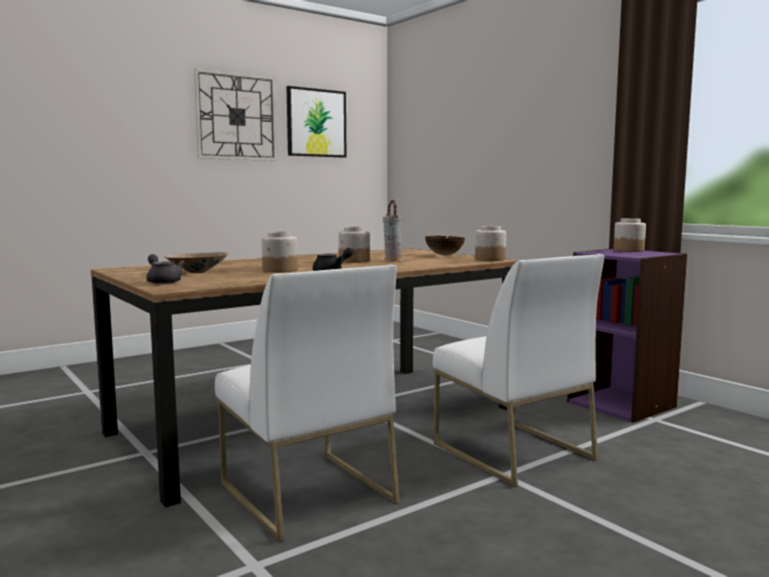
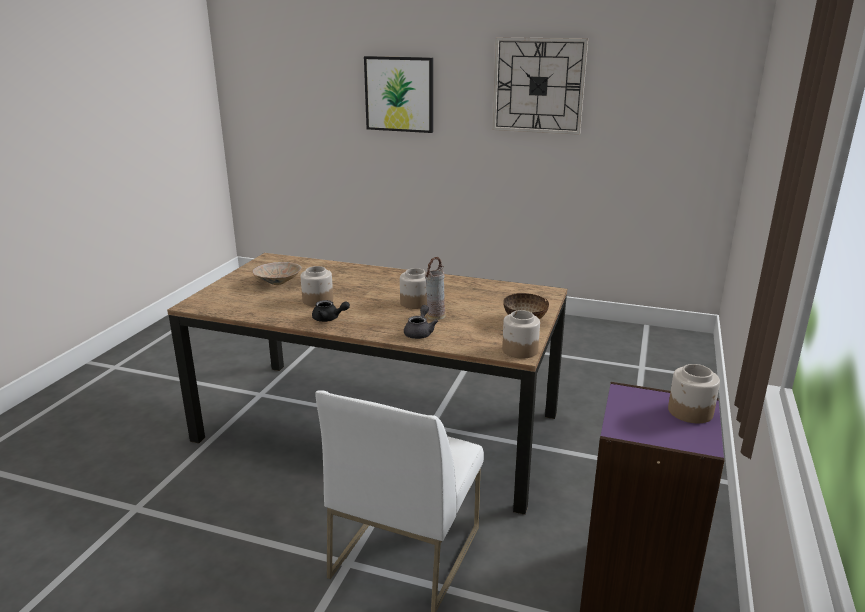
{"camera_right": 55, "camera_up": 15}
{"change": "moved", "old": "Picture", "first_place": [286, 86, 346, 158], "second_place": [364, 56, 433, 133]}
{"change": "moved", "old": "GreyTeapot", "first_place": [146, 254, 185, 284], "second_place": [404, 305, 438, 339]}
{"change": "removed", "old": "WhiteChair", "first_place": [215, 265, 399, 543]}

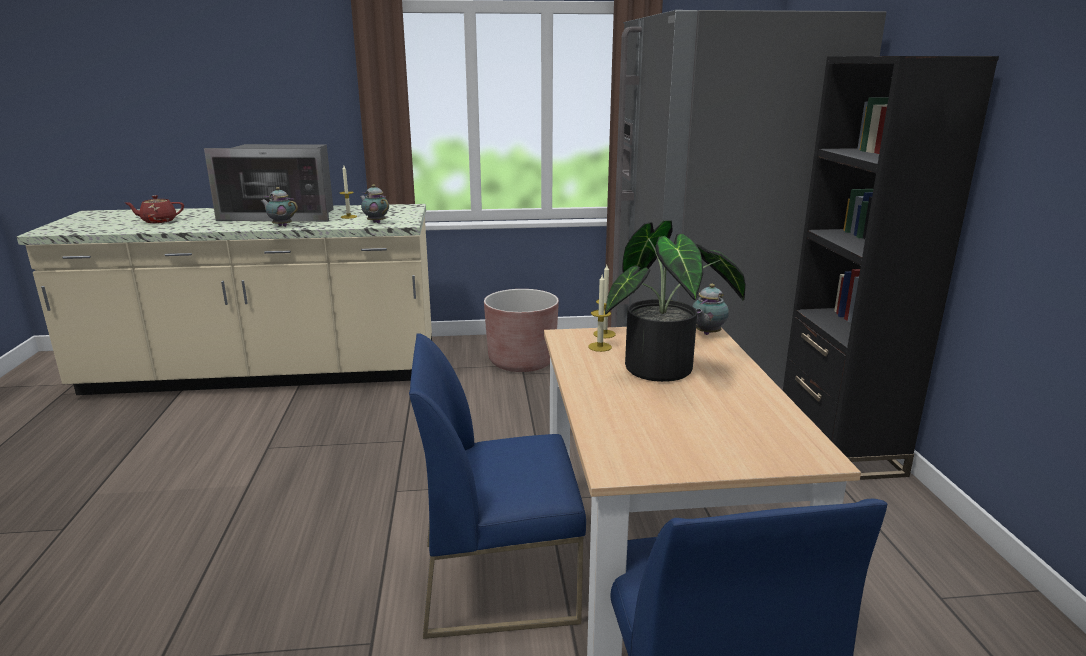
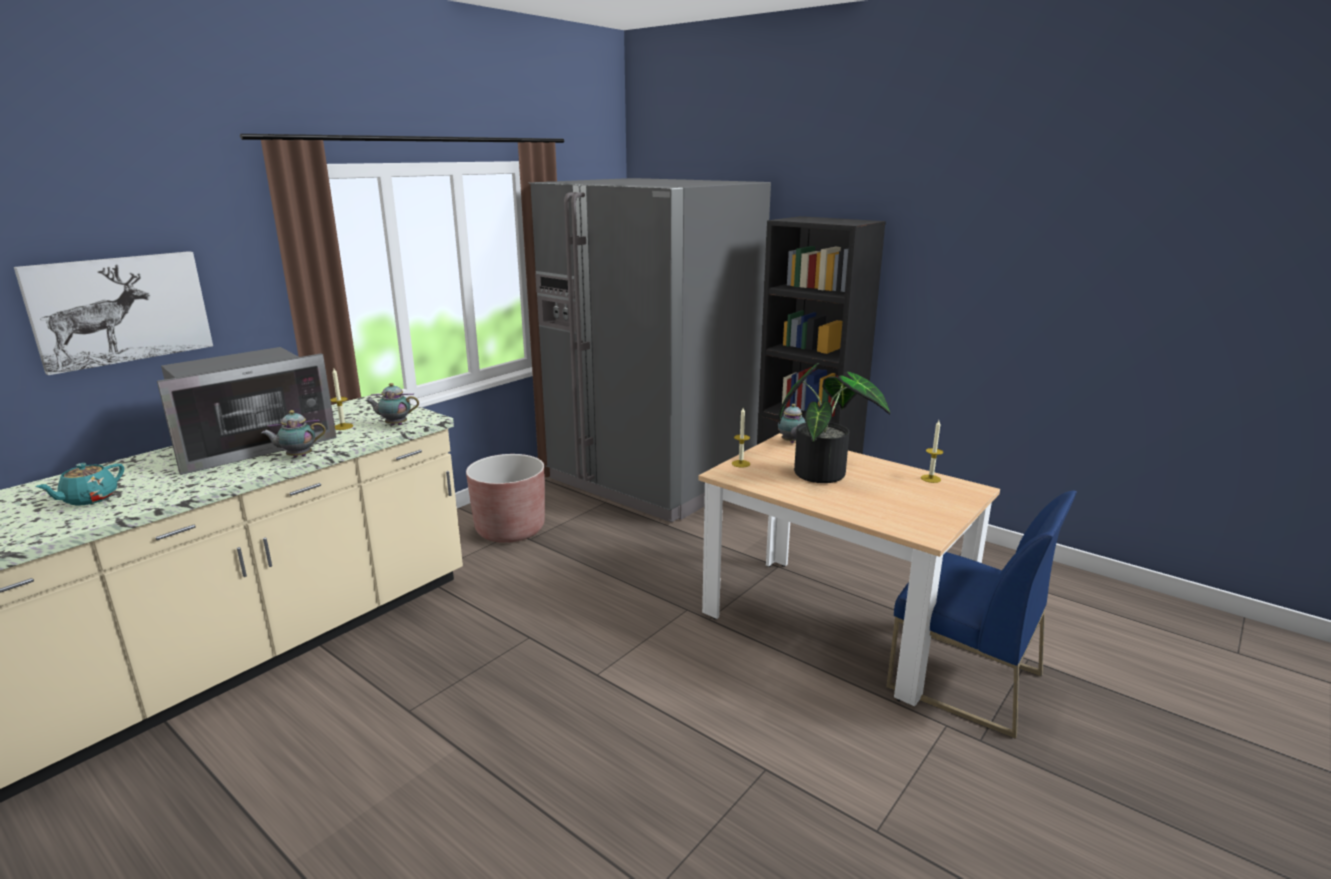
{"camera_right": -45, "camera_up": 0}
{"change": "recoloured", "old": "RedTeapot", "new": "TurquoiseTeapot", "first_place": [125, 195, 184, 223], "second_place": [35, 463, 124, 506]}
{"change": "moved", "old": "Candle", "first_place": [588, 275, 612, 352], "second_place": [921, 420, 943, 483]}
{"change": "removed", "old": "BlueChair", "first_place": [409, 333, 586, 639]}
{"change": "added", "new": "Picture", "second_place": [14, 251, 213, 375]}

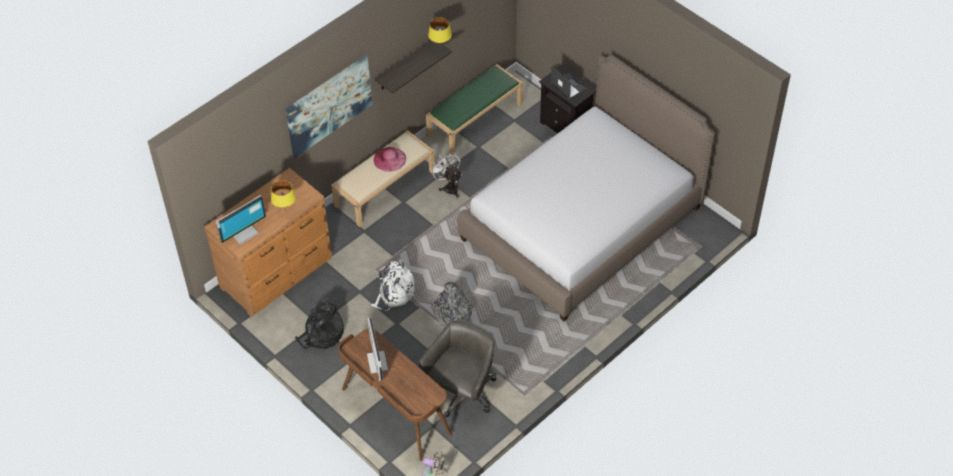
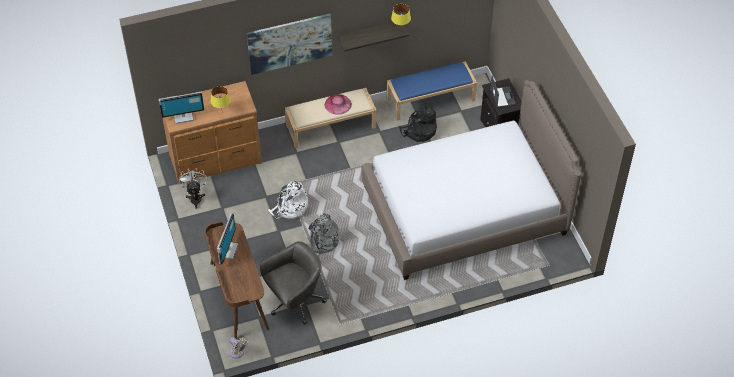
{"camera_right": 25, "camera_up": 0}
{"change": "recoloured", "old": "GreenBench", "new": "BlueBench", "first_place": [426, 64, 523, 155], "second_place": [387, 61, 477, 121]}
{"change": "moved", "old": "WhiteFan", "first_place": [430, 151, 462, 198], "second_place": [179, 168, 207, 209]}
{"change": "moved", "old": "BlackBackpack", "first_place": [295, 302, 344, 349], "second_place": [399, 106, 437, 142]}

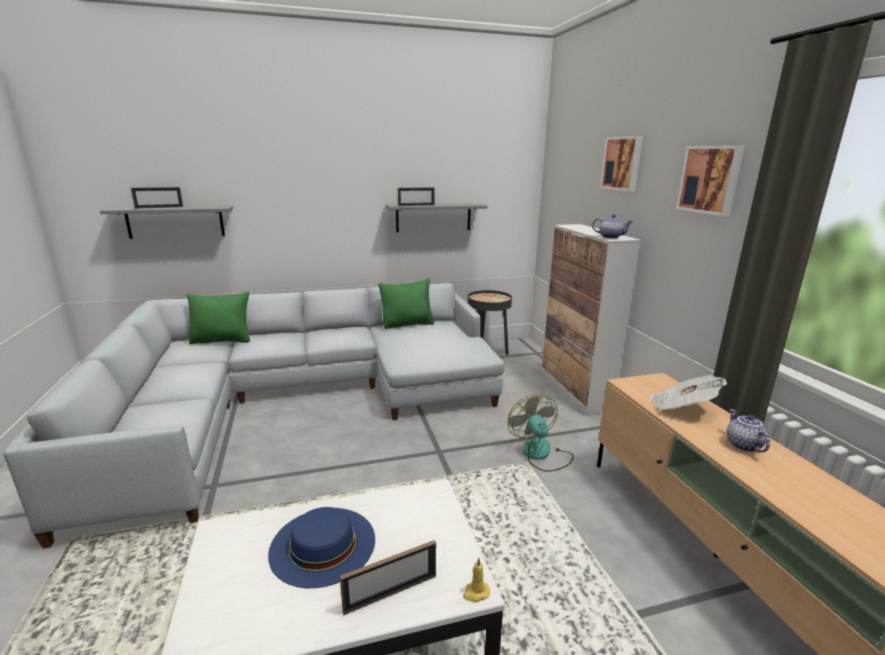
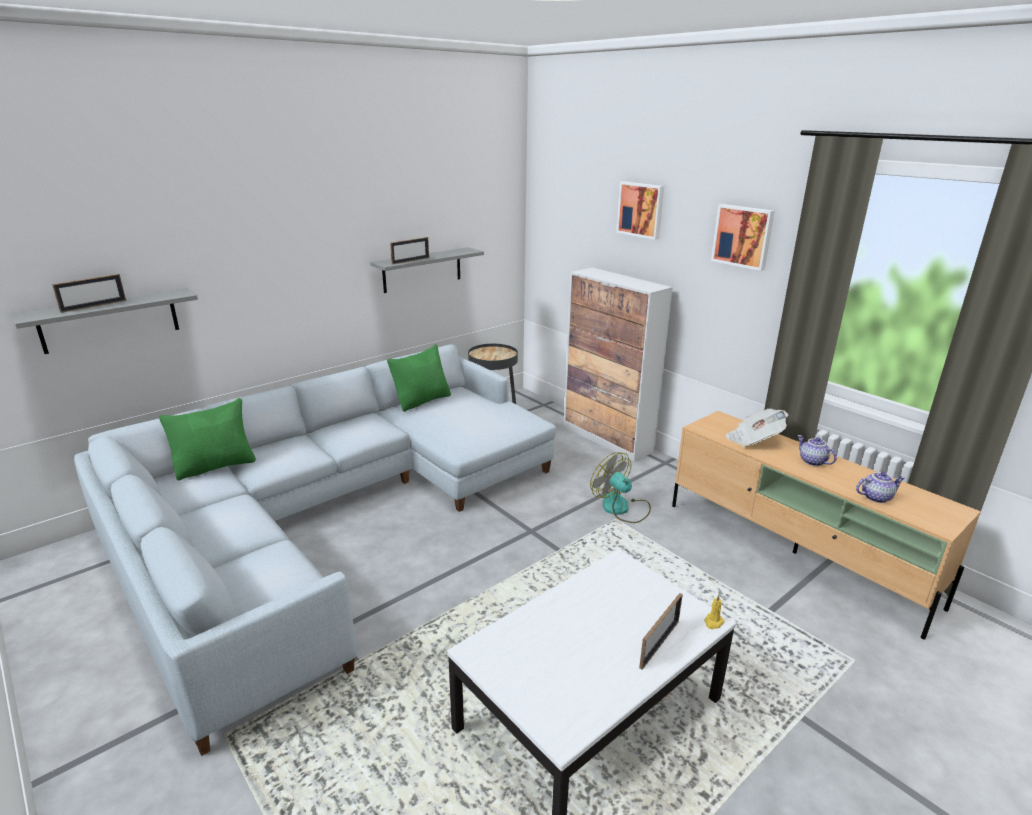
{"camera_right": -25, "camera_up": 5}
{"change": "moved", "old": "Teapot", "first_place": [592, 214, 633, 238], "second_place": [856, 472, 905, 503]}
{"change": "removed", "old": "BlueHat", "first_place": [268, 507, 375, 588]}

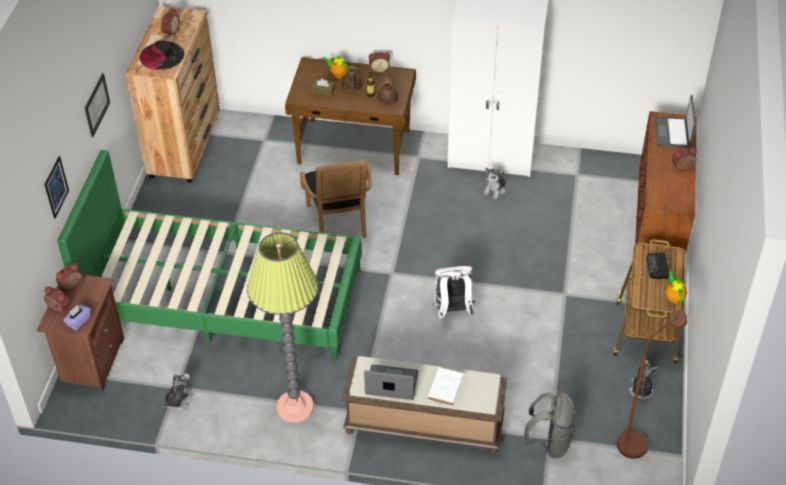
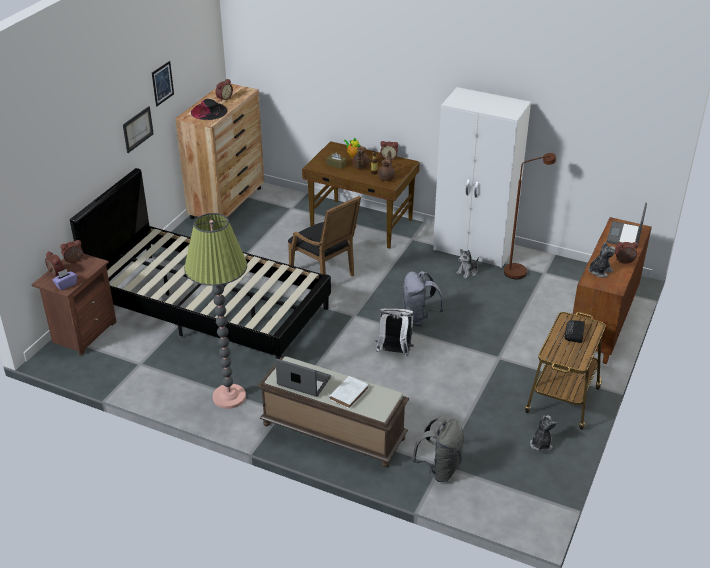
{"camera_right": 15, "camera_up": -10}
{"change": "recoloured", "old": "GreenBed", "new": "BlackBed", "first_place": [57, 150, 362, 359], "second_place": [70, 168, 331, 359]}
{"change": "moved", "old": "Picture", "first_place": [44, 156, 69, 219], "second_place": [152, 61, 174, 107]}
{"change": "turned", "old": "BlackArmchair", "first_place": [300, 160, 372, 238], "second_place": [288, 196, 361, 277], "degrees": -45}
{"change": "removed", "old": "Teapot", "first_place": [665, 272, 687, 304]}
{"change": "moved", "old": "BrownFloorLamp", "first_place": [617, 310, 687, 459], "second_place": [504, 153, 556, 279]}
{"change": "moved", "old": "PlushToy", "first_place": [162, 373, 194, 410], "second_place": [589, 242, 616, 278]}
{"change": "added", "new": "GreyBackpack", "second_place": [402, 271, 444, 326]}

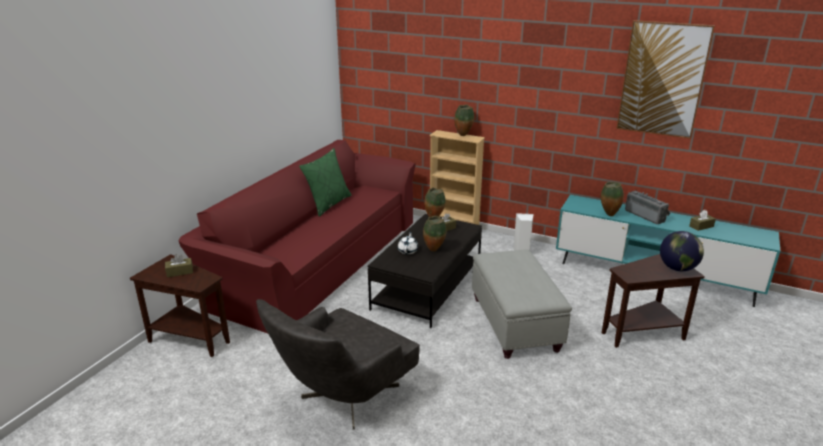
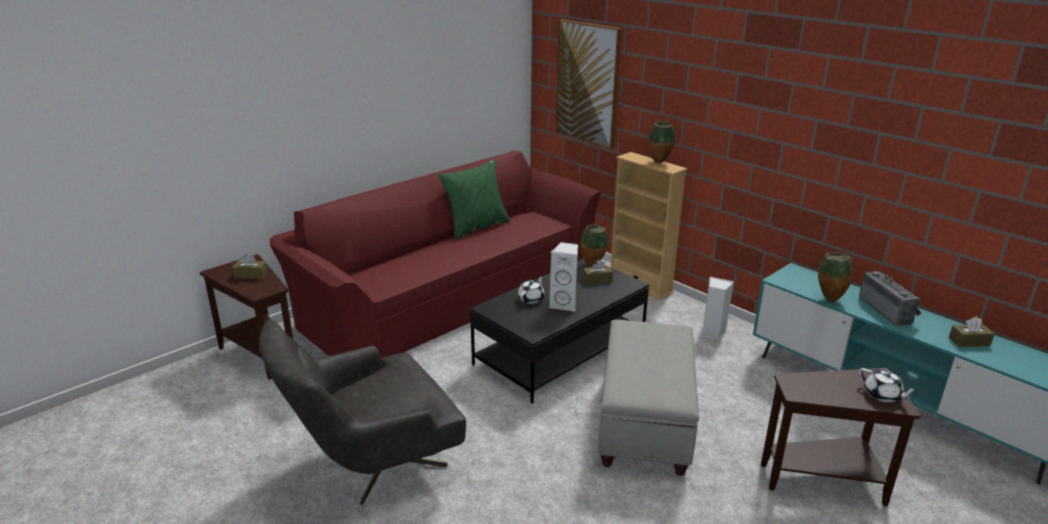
{"camera_right": 20, "camera_up": 0}
{"change": "moved", "old": "Picture", "first_place": [617, 20, 715, 139], "second_place": [556, 19, 622, 149]}
{"change": "replaced", "old": "Vase", "new": "WhiteSpeaker", "first_place": [423, 216, 446, 251], "second_place": [549, 242, 578, 312]}
{"change": "replaced", "old": "Globe", "new": "WhiteTeapot", "first_place": [660, 231, 704, 271], "second_place": [859, 368, 918, 402]}

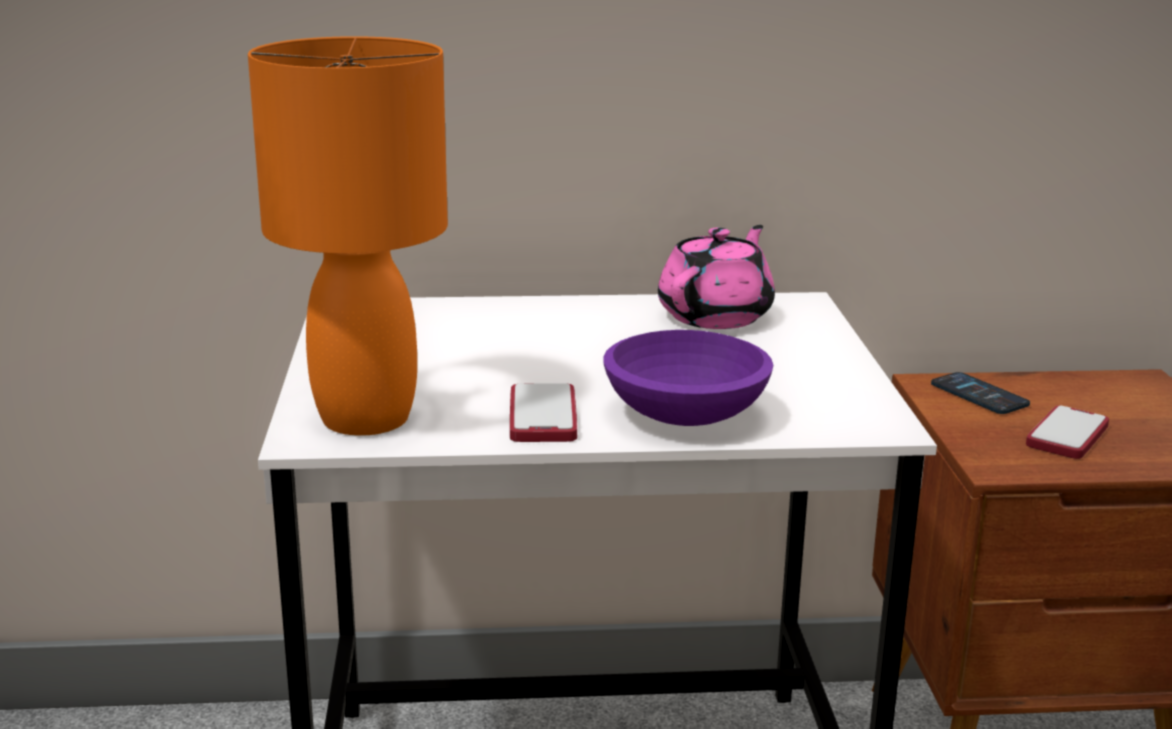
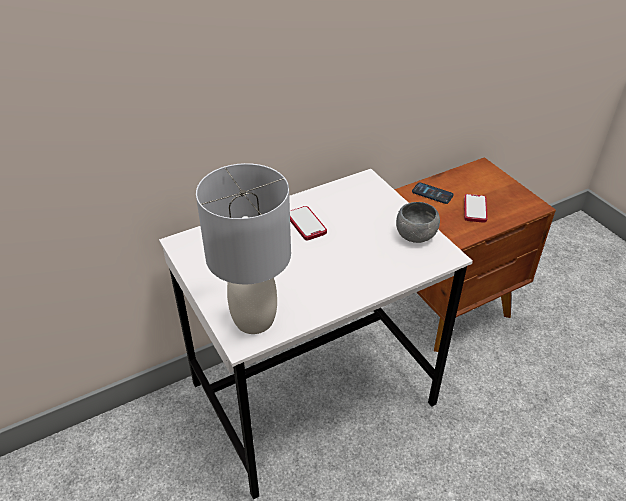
{"camera_right": -25, "camera_up": 20}
{"change": "recoloured", "old": "OrangeTableLamp", "new": "GreyTableLamp", "first_place": [248, 36, 448, 436], "second_place": [196, 163, 291, 334]}
{"change": "removed", "old": "PinkTeapot", "first_place": [658, 225, 775, 329]}
{"change": "removed", "old": "PurpleBowl", "first_place": [603, 330, 773, 426]}
{"change": "moved", "old": "Phone", "first_place": [510, 383, 577, 442], "second_place": [290, 206, 327, 240]}
{"change": "added", "new": "GreyBowl", "second_place": [396, 202, 440, 243]}

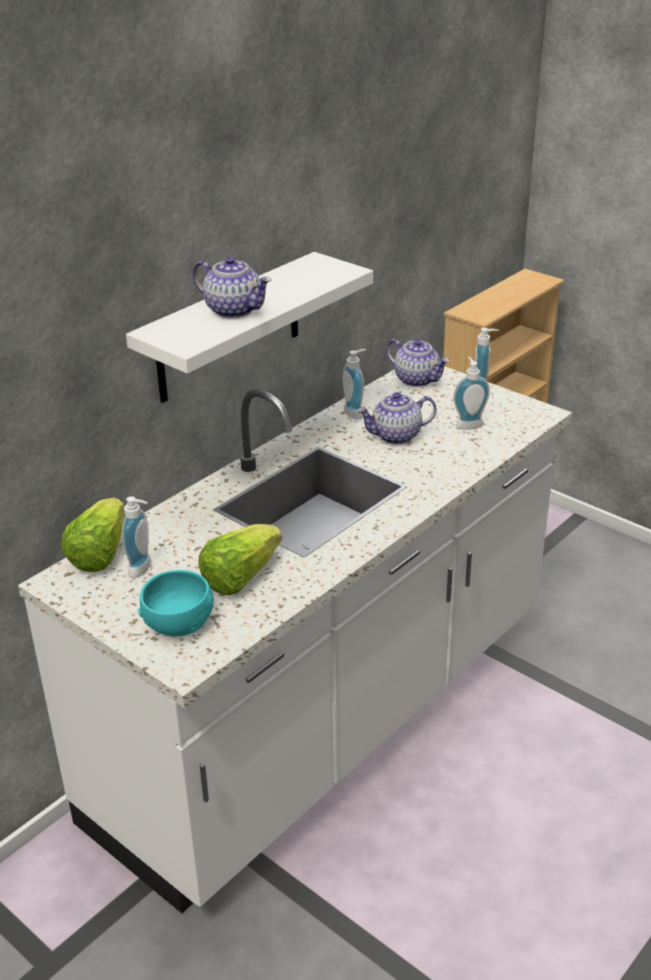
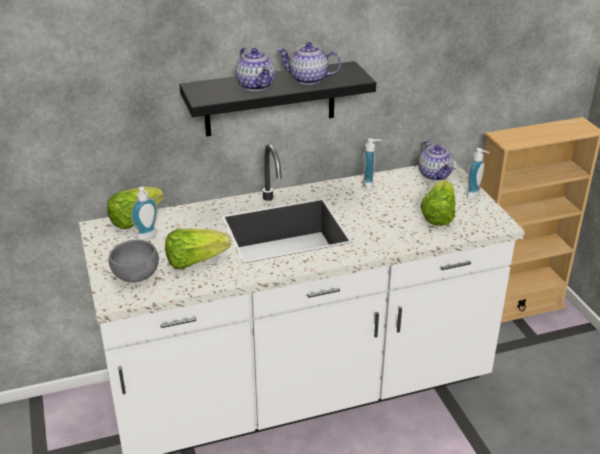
{"camera_right": 30, "camera_up": 0}
{"change": "recoloured", "old": "WhiteShelf", "new": "BlackShelf", "first_place": [126, 252, 373, 403], "second_place": [179, 61, 376, 136]}
{"change": "replaced", "old": "SoapDispenser", "new": "Lettuce", "first_place": [453, 357, 490, 430], "second_place": [421, 180, 455, 226]}
{"change": "moved", "old": "Teapot", "first_place": [357, 392, 437, 444], "second_place": [277, 42, 341, 85]}
{"change": "recoloured", "old": "TurquoiseBowl", "new": "GreyBowl", "first_place": [138, 570, 214, 637], "second_place": [109, 240, 159, 282]}

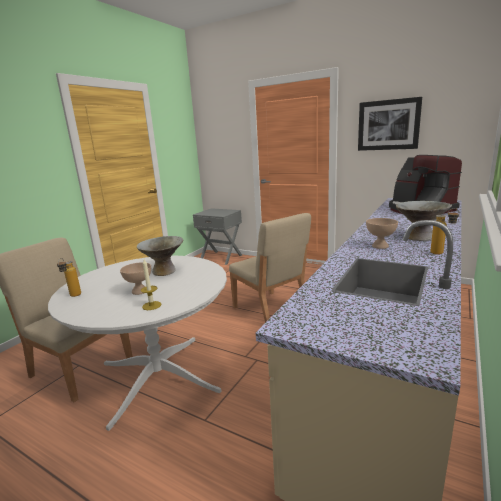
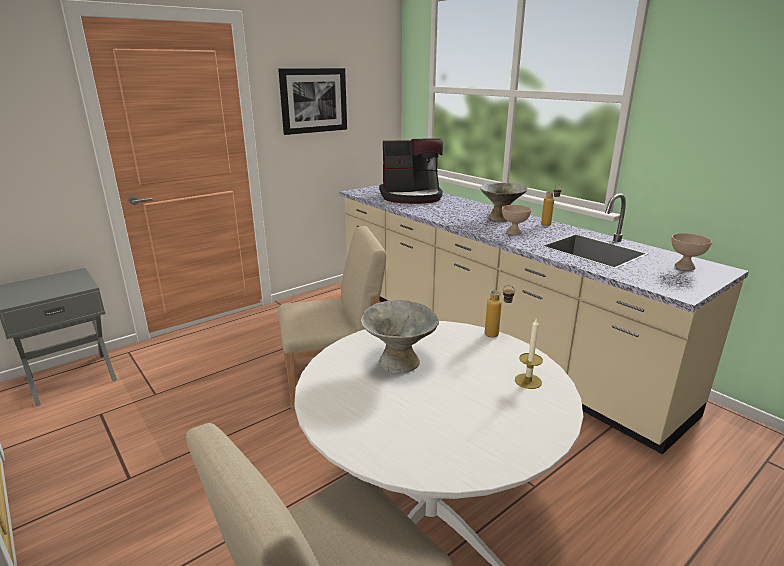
{"camera_right": -70, "camera_up": 5}
{"change": "moved", "old": "Bottle", "first_place": [57, 258, 81, 297], "second_place": [485, 285, 515, 338]}
{"change": "moved", "old": "BeigeBowl", "first_place": [120, 262, 151, 295], "second_place": [672, 233, 712, 271]}

